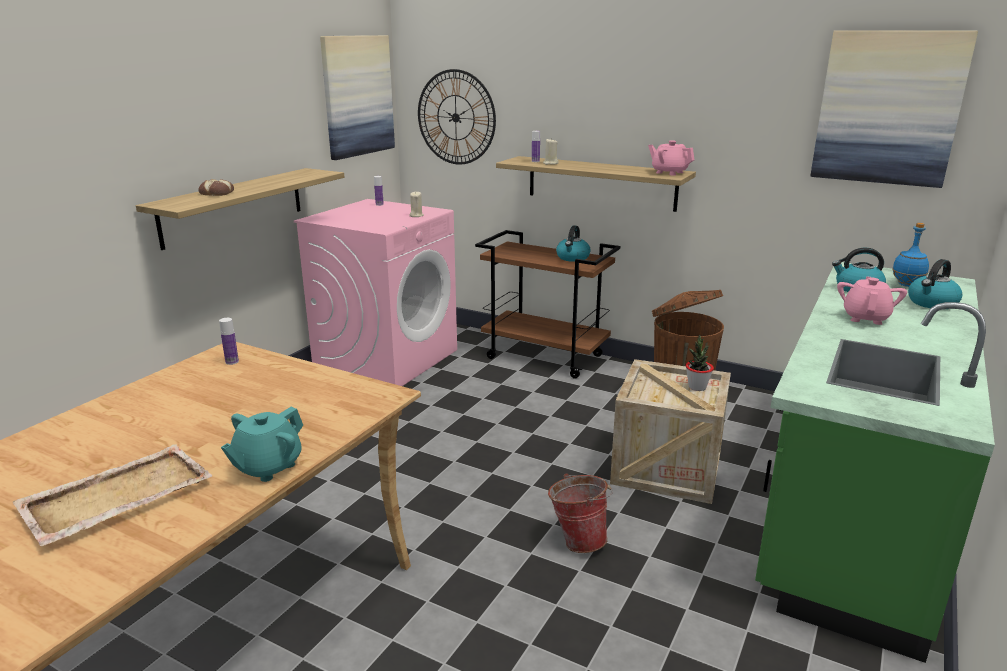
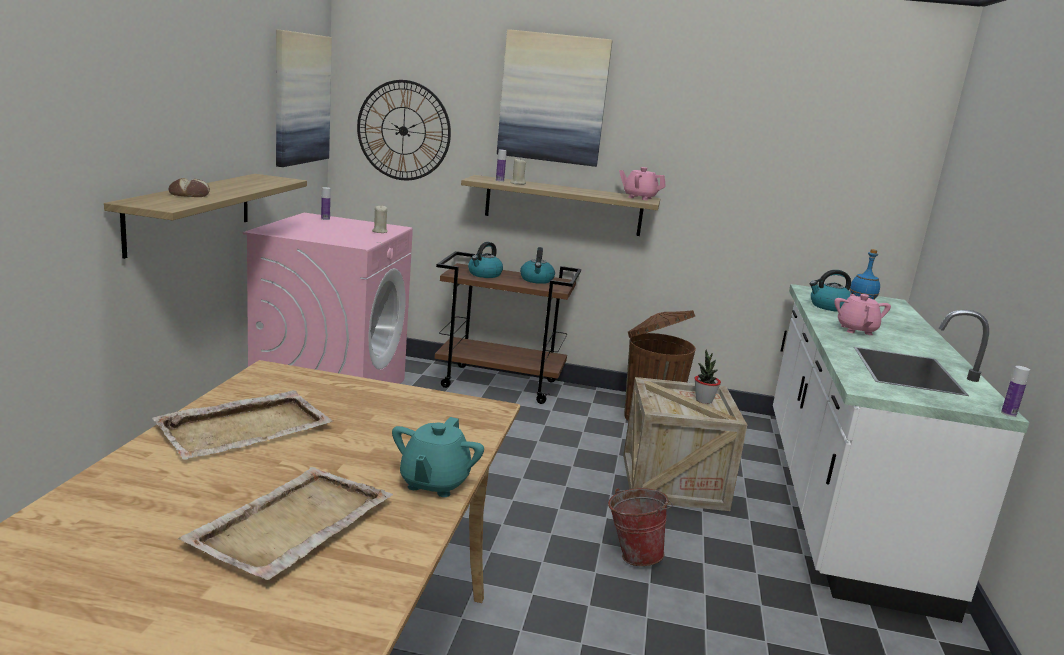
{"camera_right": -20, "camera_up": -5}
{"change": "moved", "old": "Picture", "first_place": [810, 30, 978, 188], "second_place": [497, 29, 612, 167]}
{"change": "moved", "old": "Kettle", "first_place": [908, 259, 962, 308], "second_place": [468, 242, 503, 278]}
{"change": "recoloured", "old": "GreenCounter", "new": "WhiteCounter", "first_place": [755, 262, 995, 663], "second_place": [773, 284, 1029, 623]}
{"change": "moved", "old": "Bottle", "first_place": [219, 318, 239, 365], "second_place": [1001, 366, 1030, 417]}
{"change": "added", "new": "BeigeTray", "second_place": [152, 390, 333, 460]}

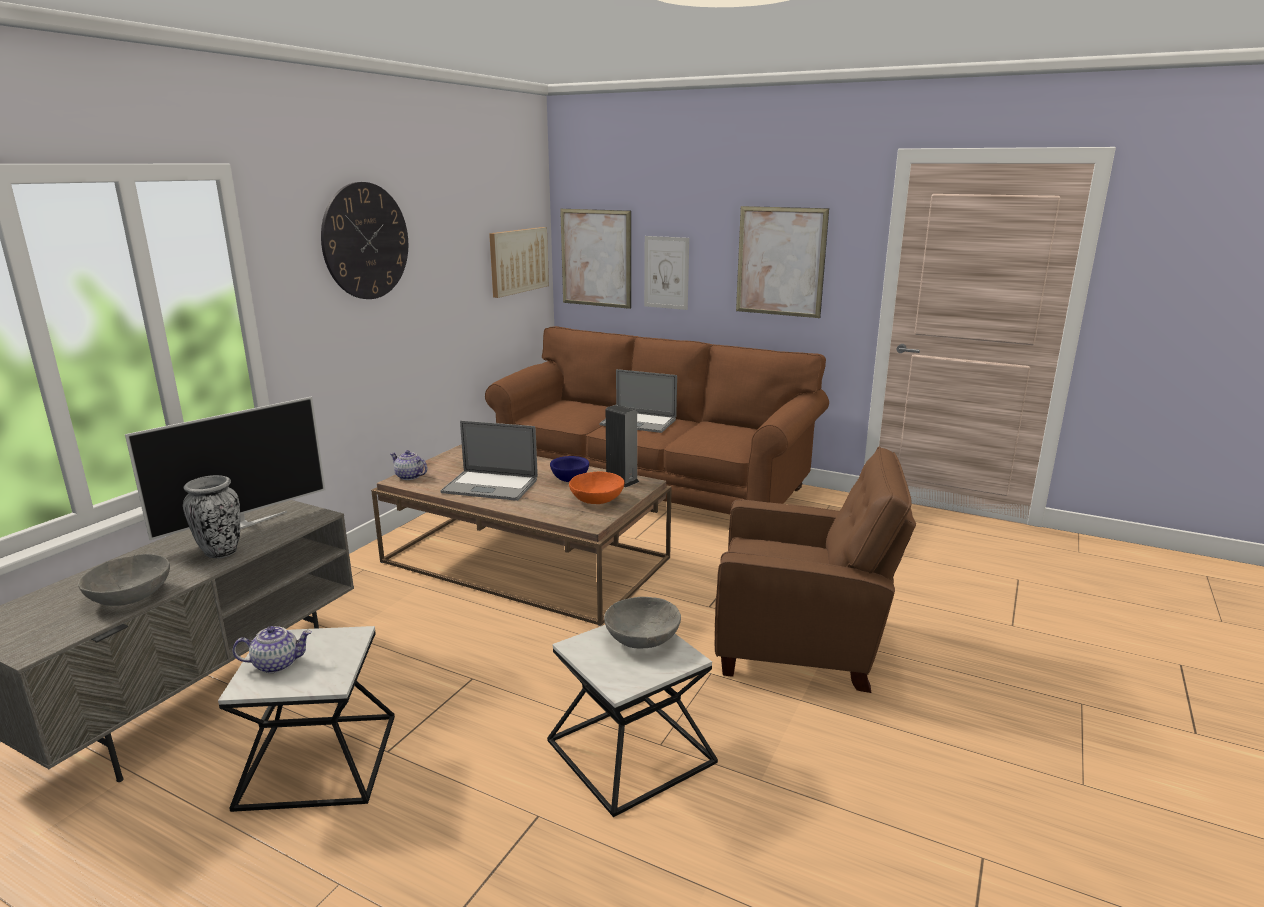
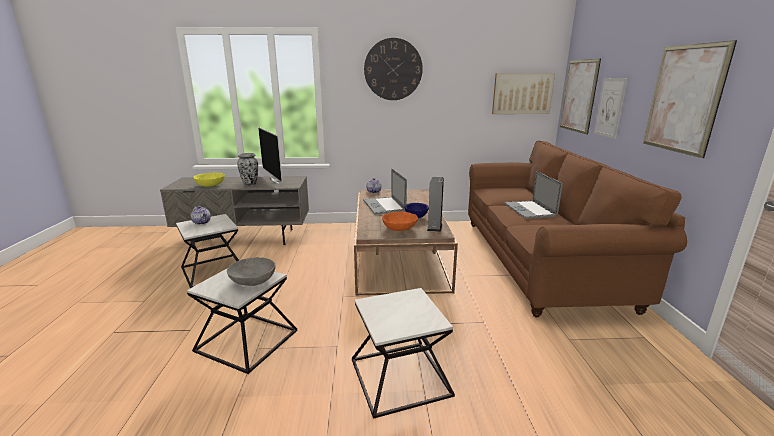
{"camera_right": 60, "camera_up": 0}
{"change": "turned", "old": "Television", "first_place": [125, 396, 326, 540], "second_place": [258, 127, 283, 184], "degrees": 45}
{"change": "replaced", "old": "BrownArmchair", "new": "SideTable", "first_place": [715, 446, 916, 693], "second_place": [352, 288, 455, 419]}
{"change": "recoloured", "old": "GreyBowl", "new": "YellowBowl", "first_place": [78, 554, 170, 606], "second_place": [193, 172, 225, 187]}

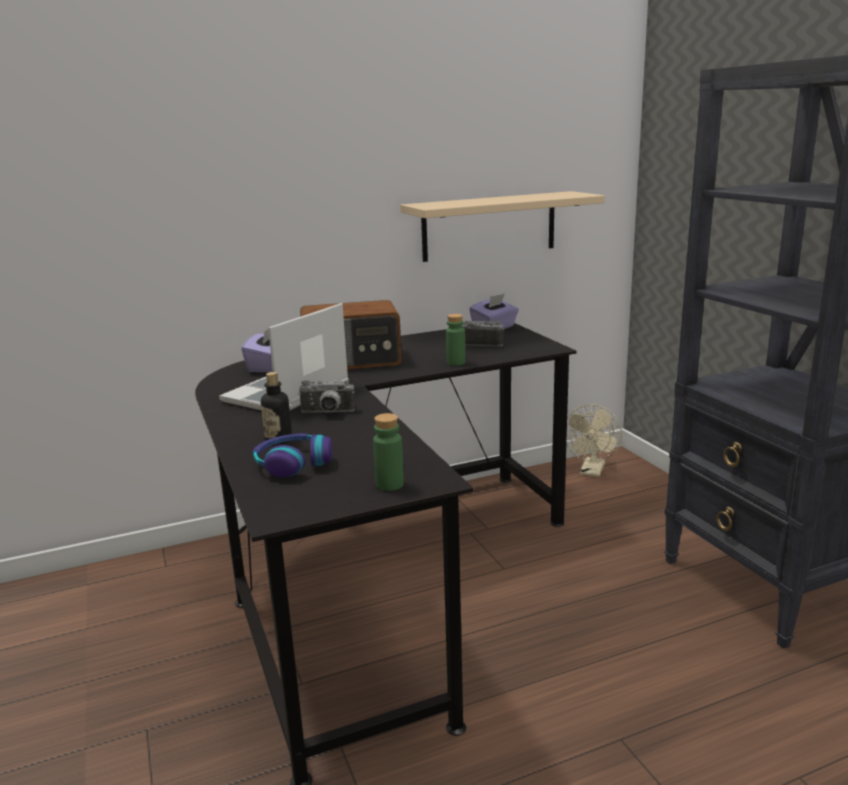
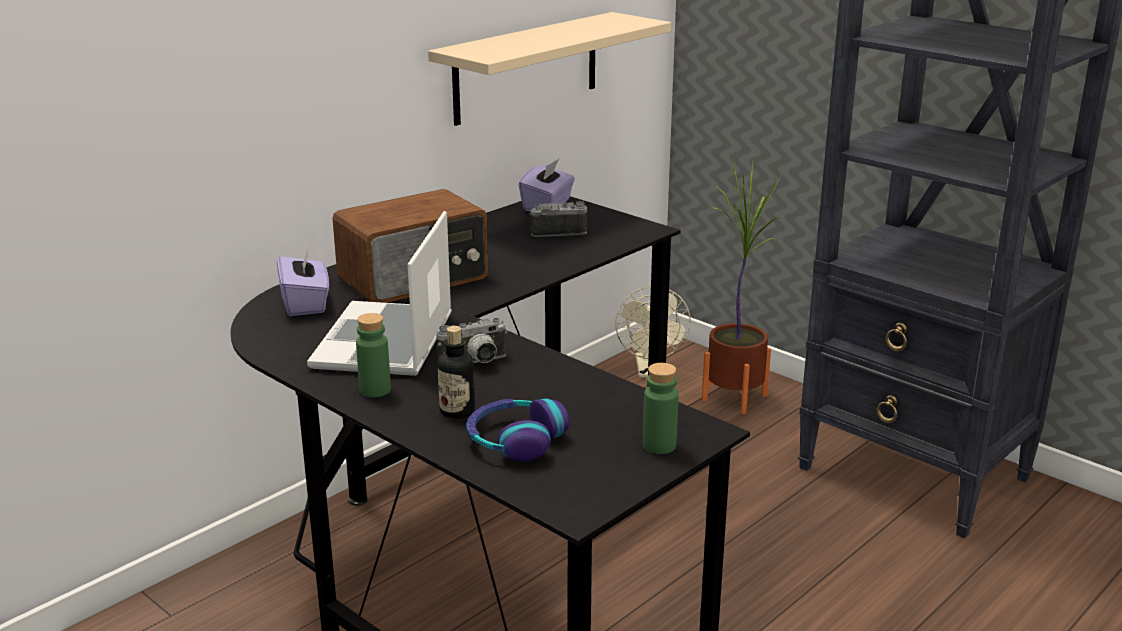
{"camera_right": -25, "camera_up": 5}
{"change": "moved", "old": "GreenBottle", "first_place": [446, 314, 465, 365], "second_place": [356, 313, 391, 397]}
{"change": "added", "new": "PottedPlant", "second_place": [702, 161, 783, 414]}

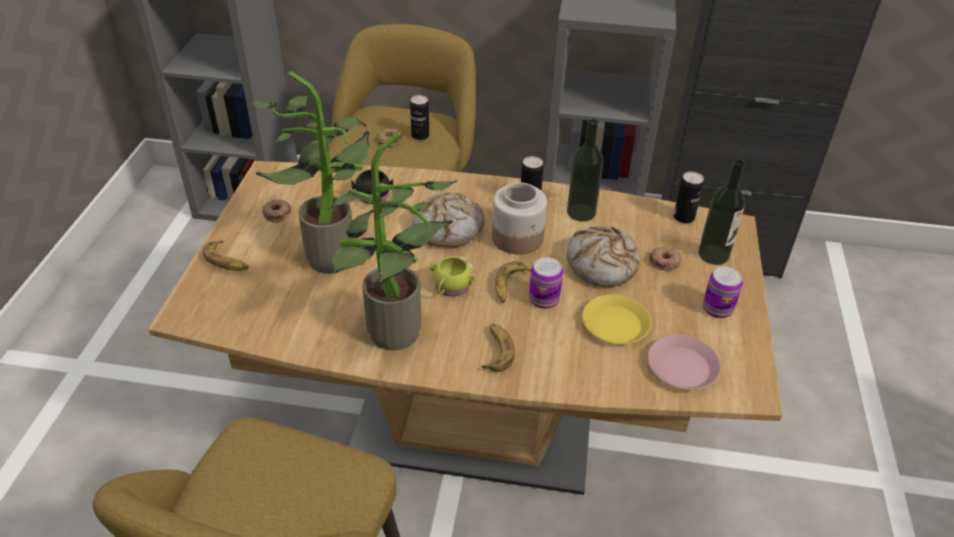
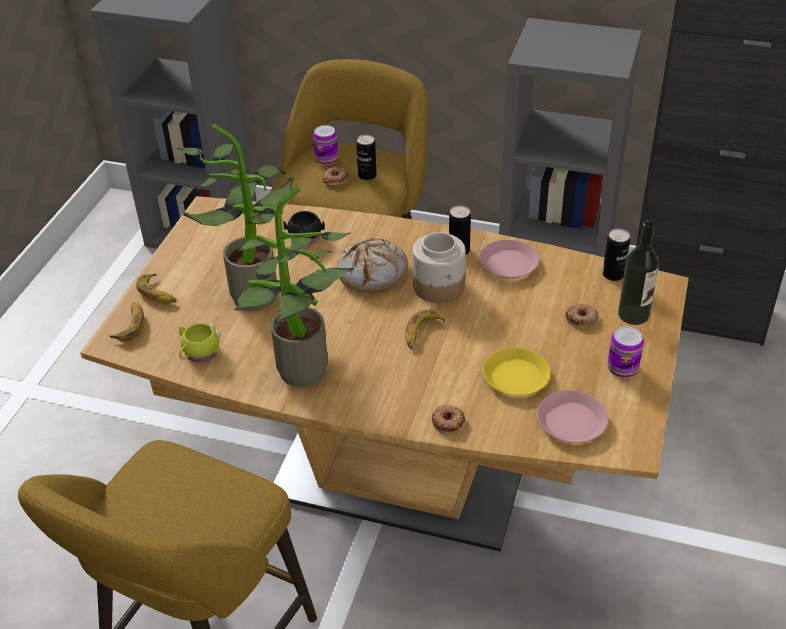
{"camera_right": 10, "camera_up": 0}
{"change": "replaced", "old": "Bottle", "new": "PinkPlate", "first_place": [567, 119, 603, 222], "second_place": [479, 240, 539, 279]}
{"change": "moved", "old": "Donut", "first_place": [262, 200, 292, 223], "second_place": [432, 405, 465, 435]}
{"change": "removed", "old": "Bread", "first_place": [567, 226, 640, 287]}
{"change": "moved", "old": "YellowMug", "first_place": [430, 256, 475, 297], "second_place": [179, 323, 221, 363]}
{"change": "moved", "old": "Can", "first_place": [529, 257, 563, 309], "second_place": [313, 125, 338, 165]}
{"change": "moved", "old": "Banana", "first_place": [482, 324, 515, 372], "second_place": [110, 303, 144, 342]}

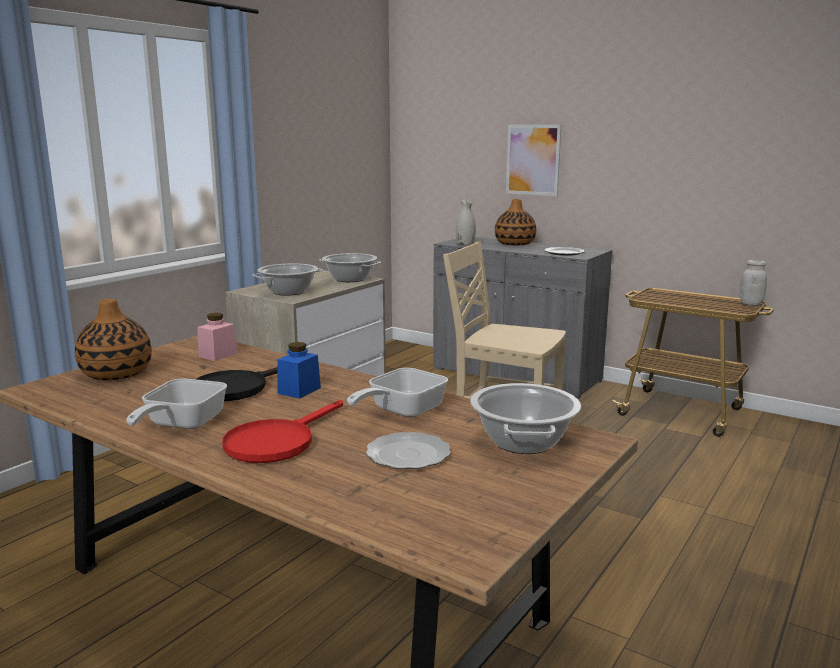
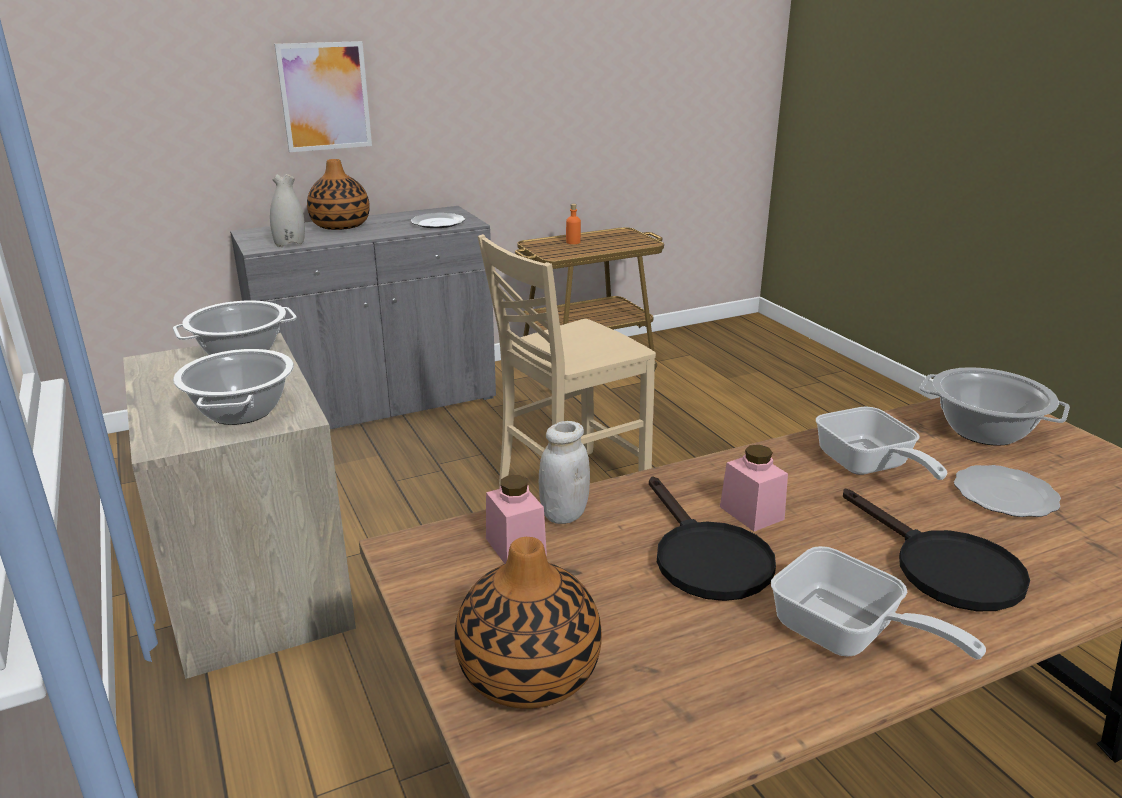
{"camera_right": -60, "camera_up": 10}
{"change": "moved", "old": "WhiteJar", "first_place": [740, 260, 767, 305], "second_place": [539, 421, 590, 524]}
{"change": "recoloured", "old": "BlueJar", "new": "PinkJar", "first_place": [277, 342, 321, 399], "second_place": [720, 445, 788, 531]}
{"change": "recoloured", "old": "RedFryingPan", "new": "BlackFryingPan", "first_place": [222, 400, 343, 463], "second_place": [843, 489, 1030, 611]}
{"change": "added", "new": "OrangeBottle", "second_place": [566, 203, 581, 244]}

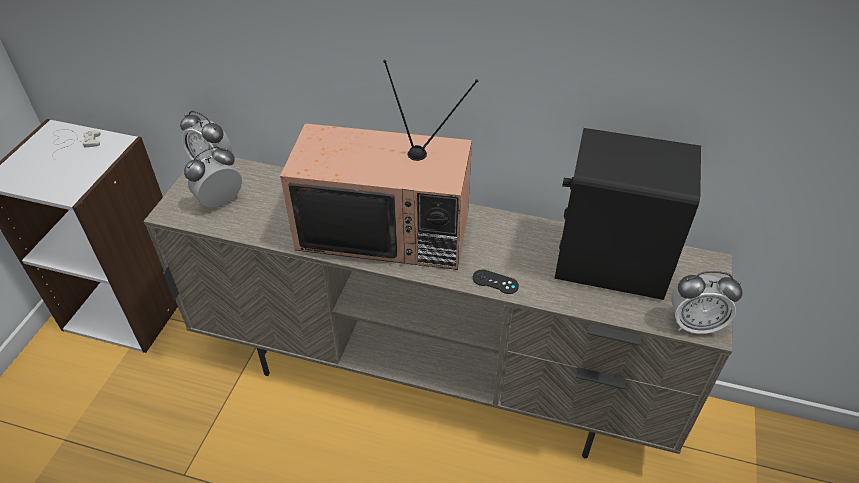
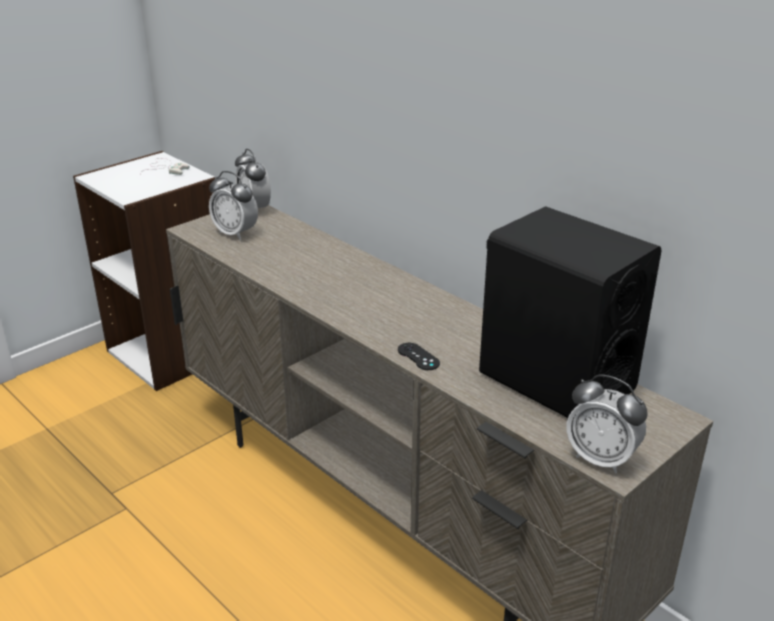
{"camera_right": 30, "camera_up": -15}
{"change": "removed", "old": "Television", "first_place": [280, 60, 478, 270]}
{"change": "turned", "old": "AlarmClock", "first_place": [184, 147, 242, 208], "second_place": [209, 171, 258, 240], "degrees": -135}

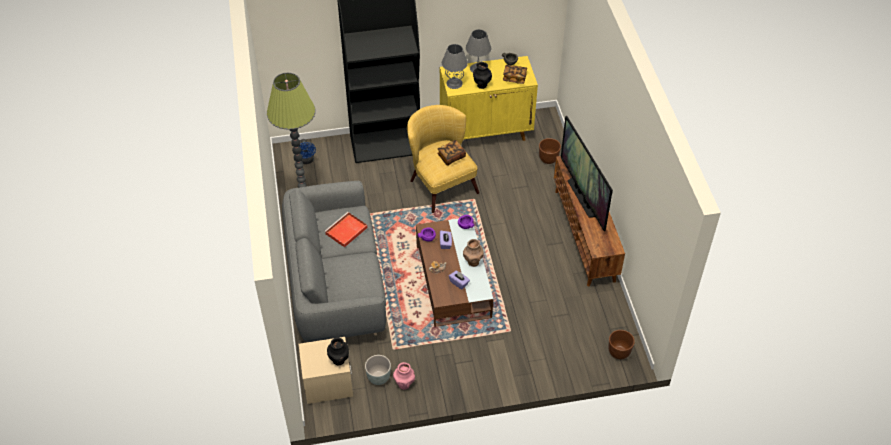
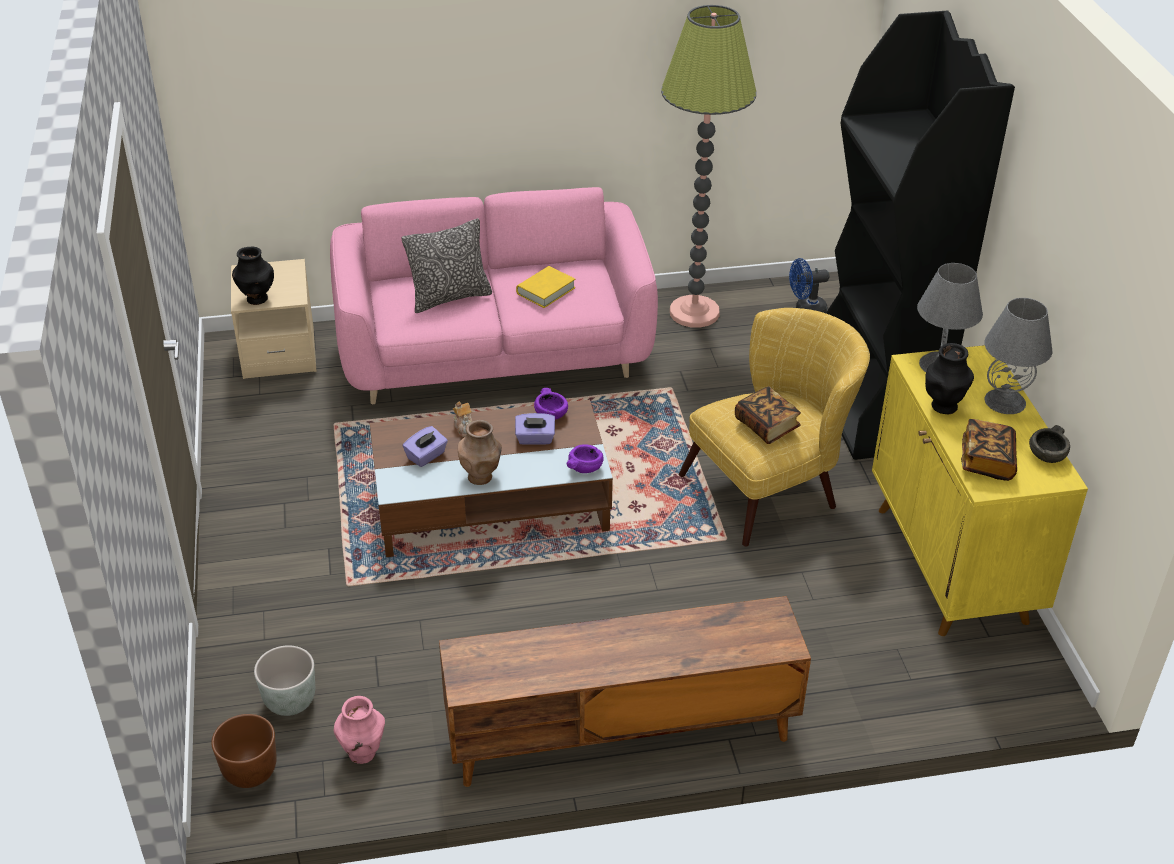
{"camera_right": 90, "camera_up": -10}
{"change": "removed", "old": "Television", "first_place": [561, 116, 613, 231]}
{"change": "removed", "old": "BrownPlanter", "first_place": [539, 138, 561, 164]}
{"change": "recoloured", "old": "GreySofa", "new": "PinkSofa", "first_place": [282, 181, 386, 342], "second_place": [330, 187, 658, 404]}
{"change": "replaced", "old": "RedTray", "new": "YellowBook", "first_place": [324, 212, 368, 247], "second_place": [516, 266, 575, 308]}
{"change": "moved", "old": "GreyPlanter", "first_place": [365, 355, 391, 385], "second_place": [254, 645, 315, 716]}
{"change": "moved", "old": "PinkVase", "first_place": [393, 362, 415, 390], "second_place": [334, 696, 385, 764]}
{"change": "added", "new": "Pillow", "second_place": [402, 218, 492, 313]}

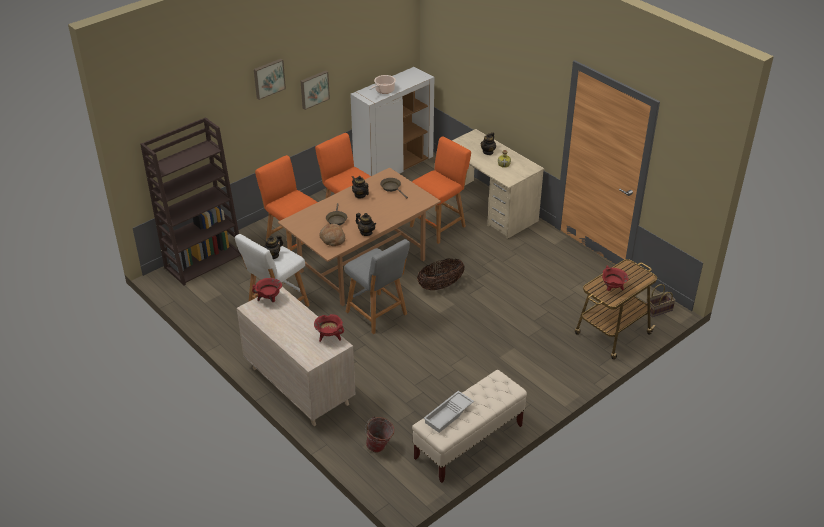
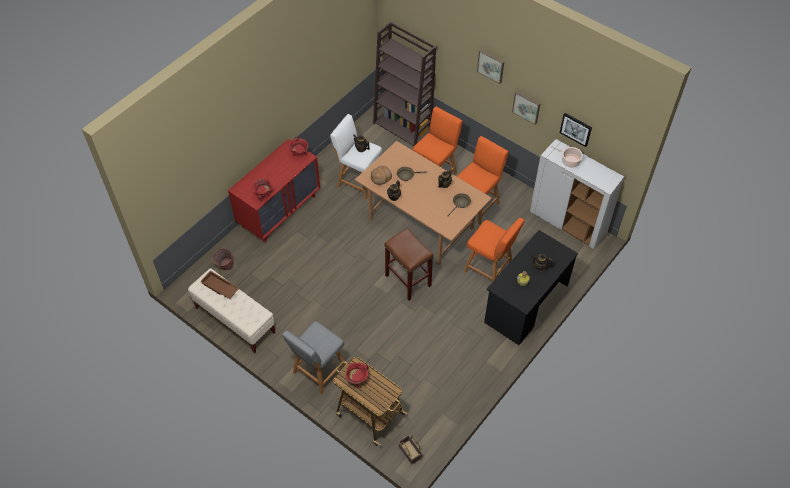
{"camera_right": 80, "camera_up": 15}
{"change": "recoloured", "old": "BeigeDesk", "new": "BlackDesk", "first_place": [452, 129, 545, 239], "second_place": [484, 230, 578, 345]}
{"change": "moved", "old": "GreyStool", "first_place": [345, 239, 410, 334], "second_place": [282, 321, 347, 394]}
{"change": "replaced", "old": "Basket", "new": "BrownStool", "first_place": [417, 259, 465, 290], "second_place": [384, 228, 434, 301]}
{"change": "recoloured", "old": "BeigeDresser", "new": "RedDresser", "first_place": [237, 287, 356, 426], "second_place": [228, 139, 320, 243]}
{"change": "recoloured", "old": "WhiteTray", "new": "BrownTray", "first_place": [424, 391, 474, 433], "second_place": [200, 271, 239, 299]}
{"change": "added", "new": "Picture", "second_place": [560, 113, 592, 147]}

